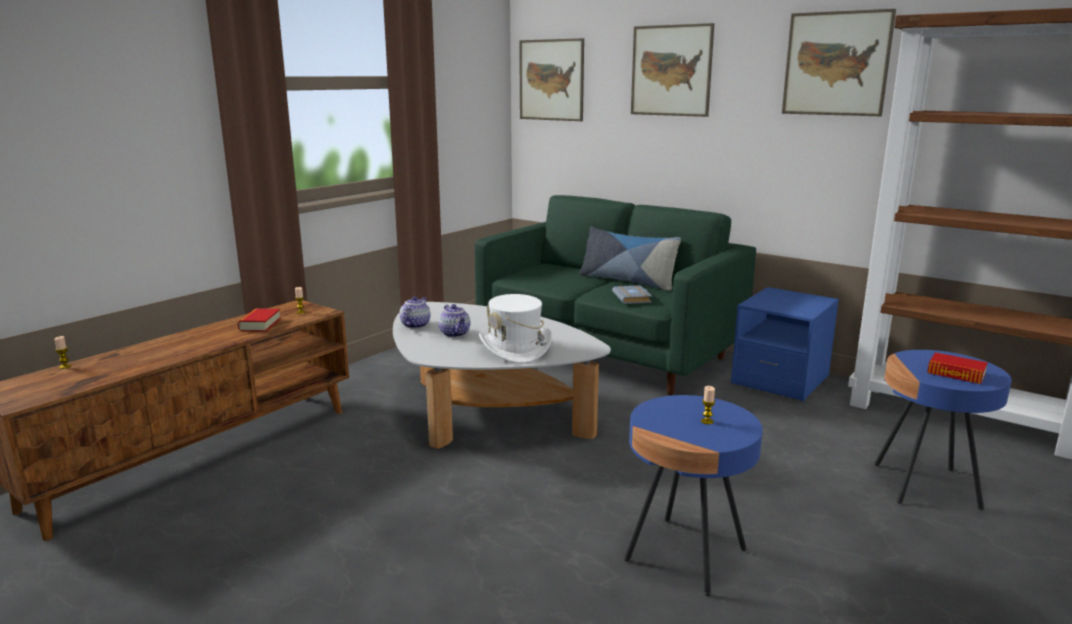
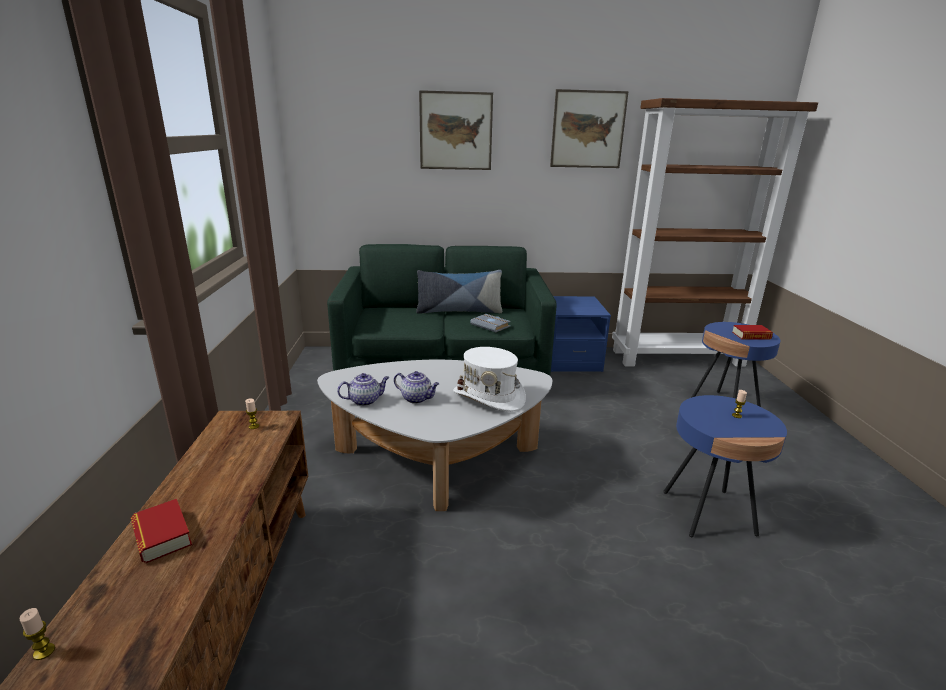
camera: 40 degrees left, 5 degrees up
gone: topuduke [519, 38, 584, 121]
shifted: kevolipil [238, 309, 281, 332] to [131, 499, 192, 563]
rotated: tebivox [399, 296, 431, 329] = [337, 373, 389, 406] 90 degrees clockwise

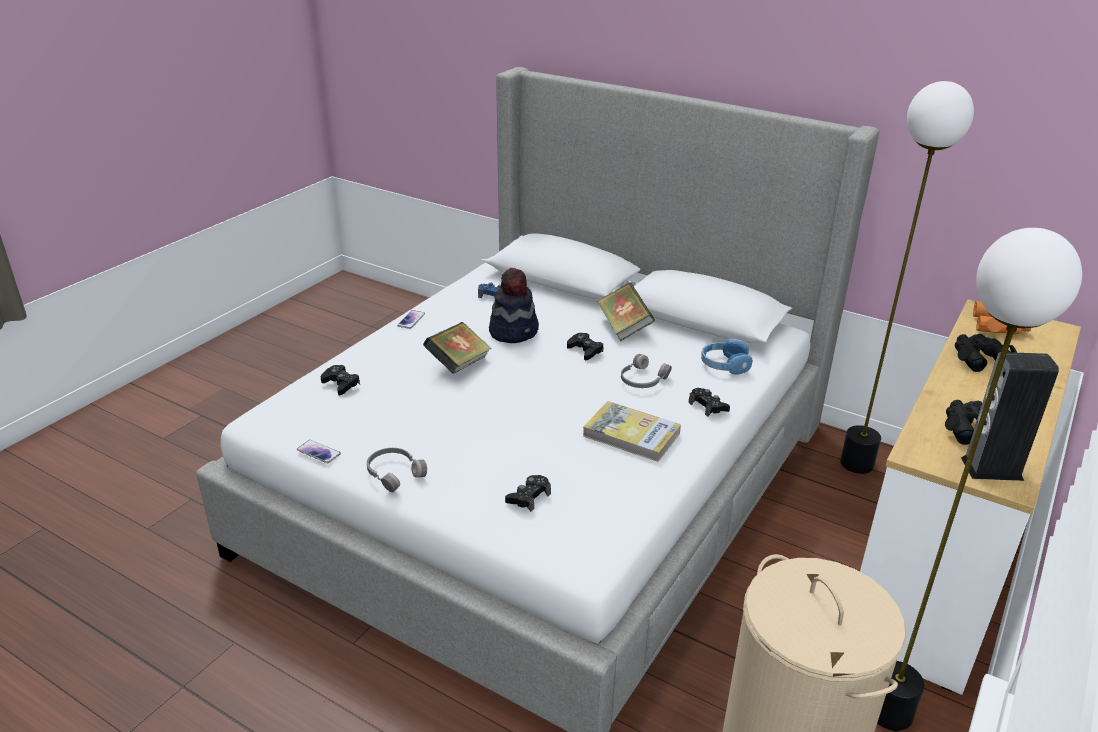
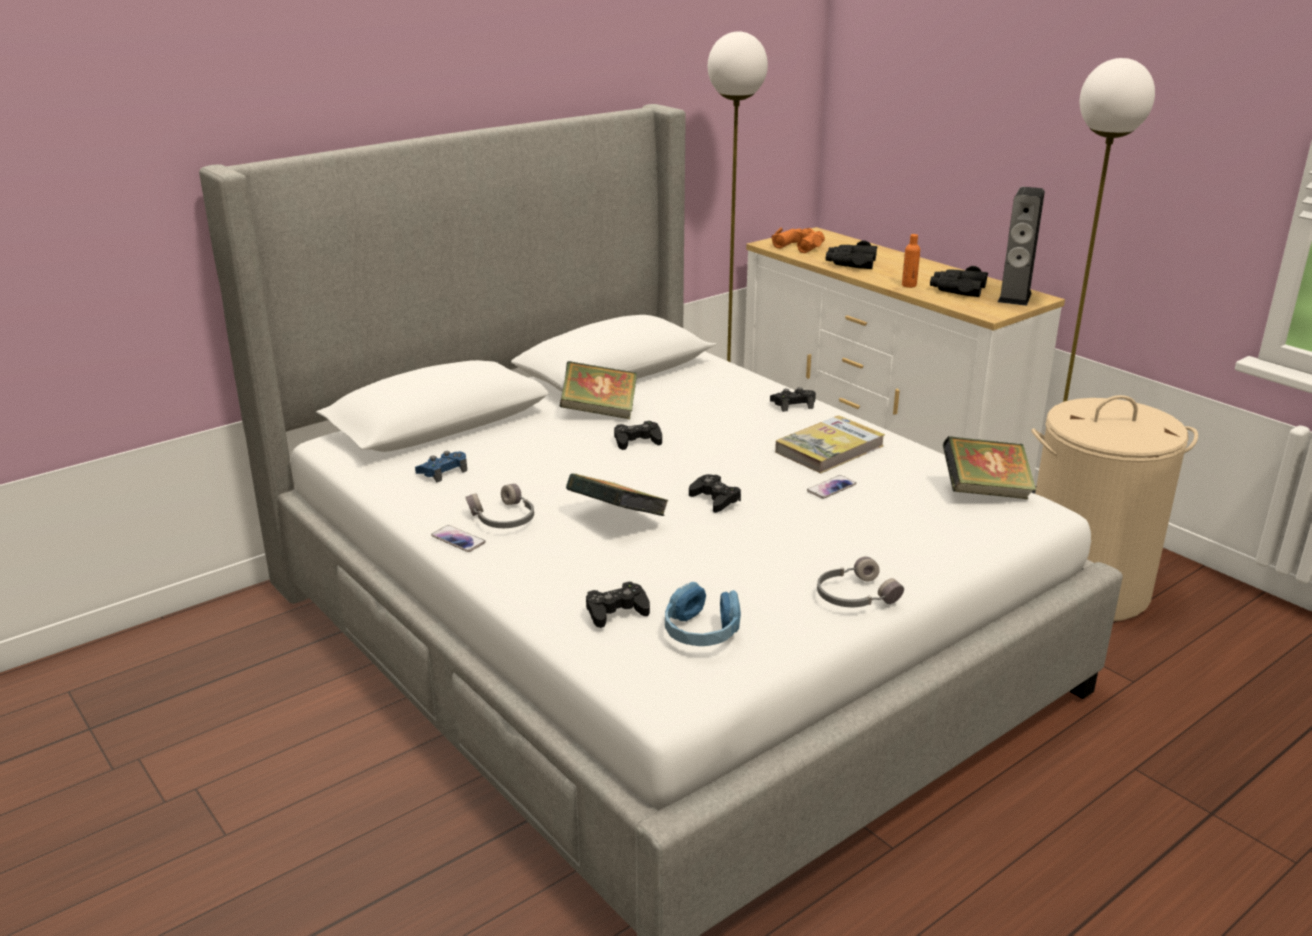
camera: 70 degrees left, 5 degrees down
gone: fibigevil [489, 268, 539, 343]
new: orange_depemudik [902, 234, 920, 288]; kevolipil [943, 436, 1036, 499]
shifted: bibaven [297, 440, 341, 463] to [807, 475, 856, 499]; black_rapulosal [505, 475, 551, 512] to [689, 474, 741, 513]; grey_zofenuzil [621, 354, 672, 388] to [465, 484, 534, 528]; blue_zofenuzil [701, 339, 753, 374] to [665, 582, 741, 646]

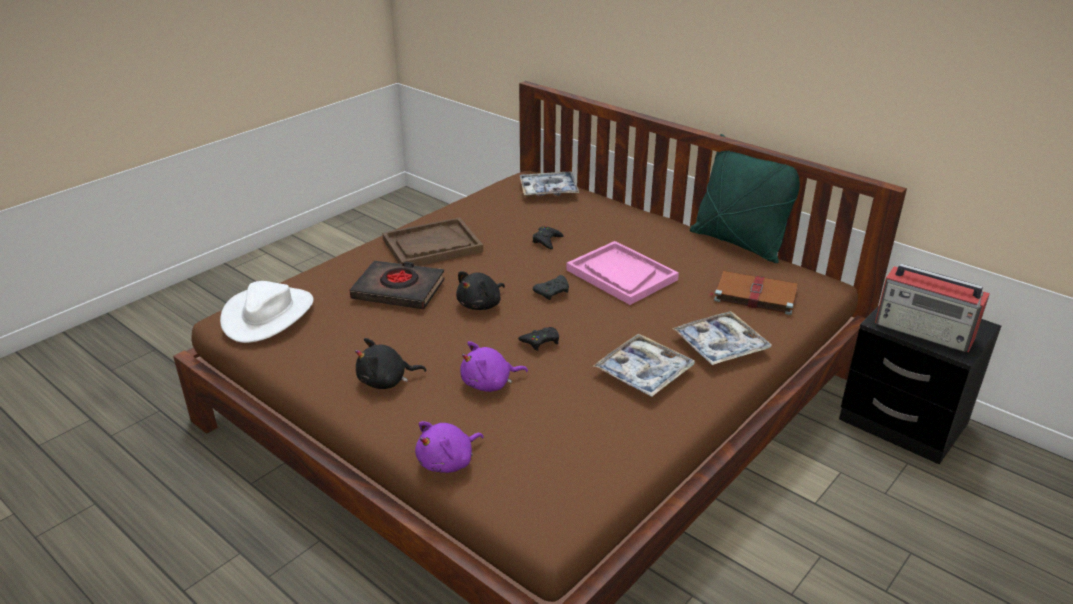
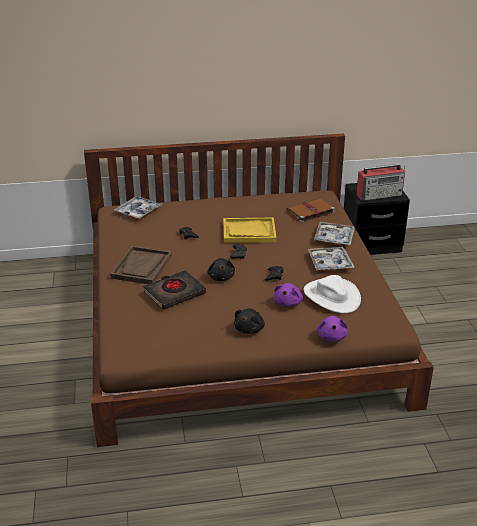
camera: 50 degrees left, 0 degrees up
gone: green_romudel [690, 134, 800, 263]
shifted: white_fibigevil [220, 281, 314, 343] to [304, 275, 361, 313]
repainted: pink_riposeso [566, 241, 679, 305] to yellow_riposeso [223, 218, 277, 243]

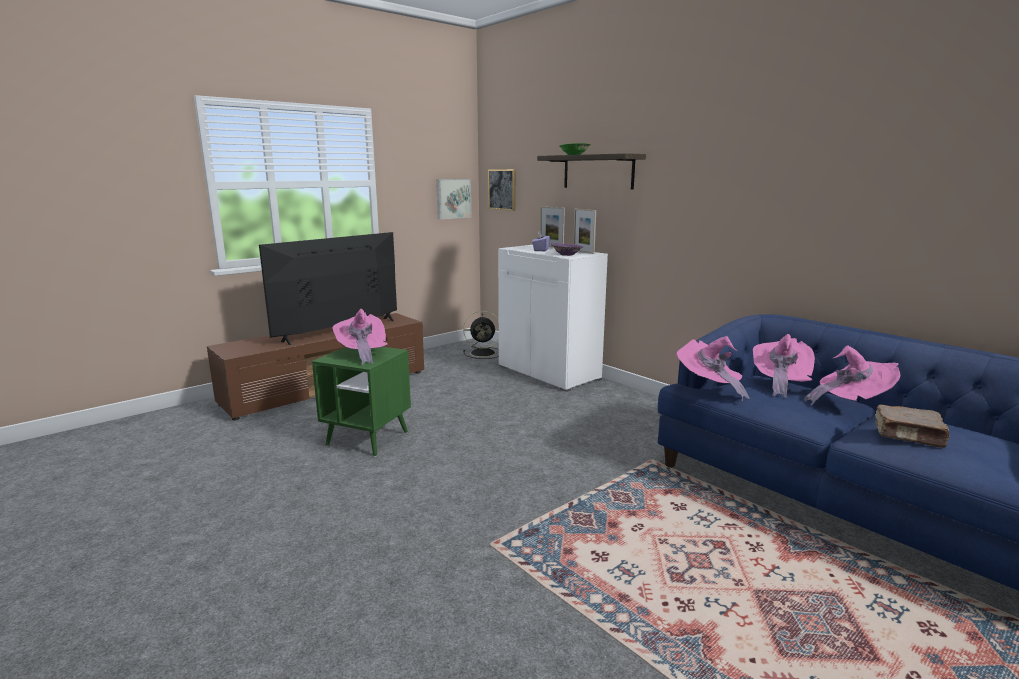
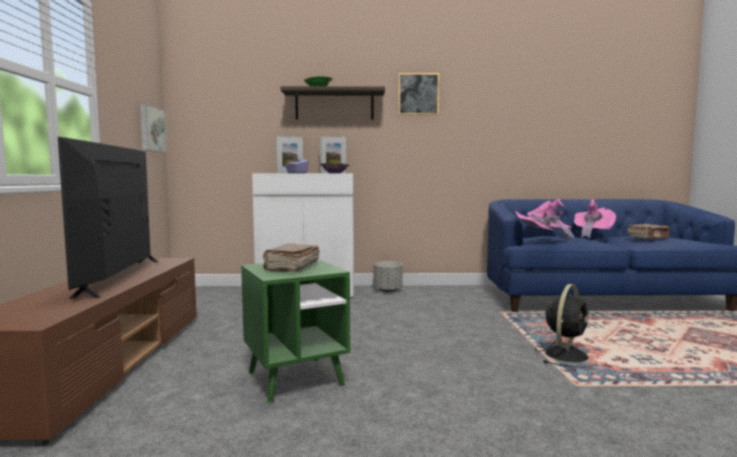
camera: 50 degrees left, 10 degrees down
new: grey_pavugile [374, 261, 403, 292]
shifted: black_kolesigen [463, 311, 499, 359] to [535, 284, 597, 368]; topuduke [488, 169, 516, 211] to [398, 73, 439, 115]
swapped: pink_fibigevil [333, 309, 388, 365] to brown_kevolipil [263, 243, 320, 272]

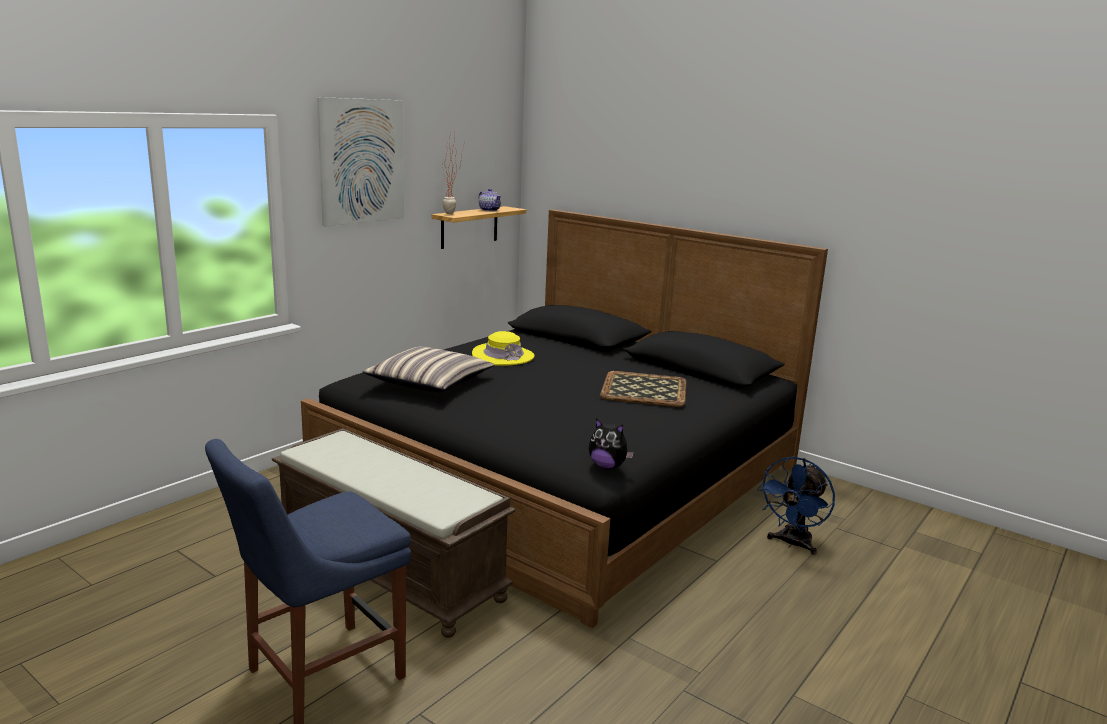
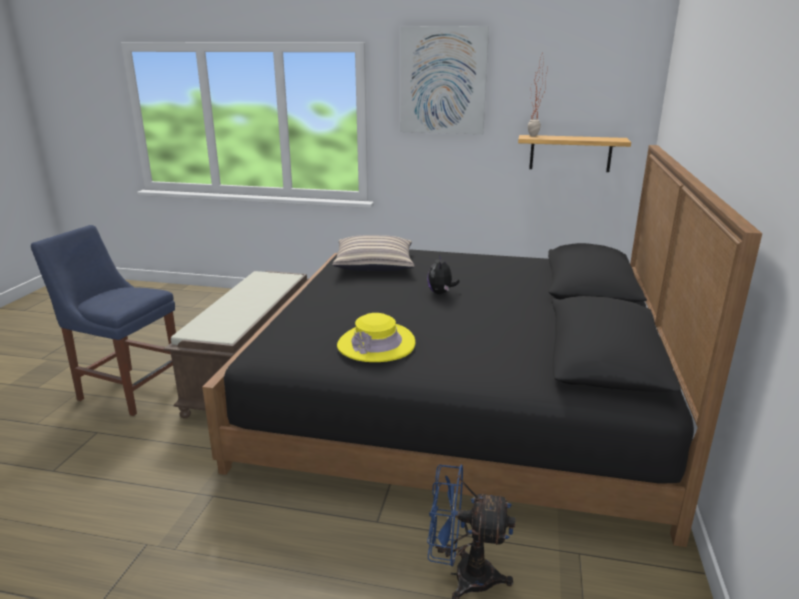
camera: 65 degrees right, 5 degrees up
gone: tebivox [478, 189, 501, 212]; riposeso [600, 371, 687, 407]
shifted: yellow_fibigevil [472, 331, 534, 366] to [337, 313, 416, 362]; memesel [589, 418, 634, 469] to [427, 254, 460, 294]

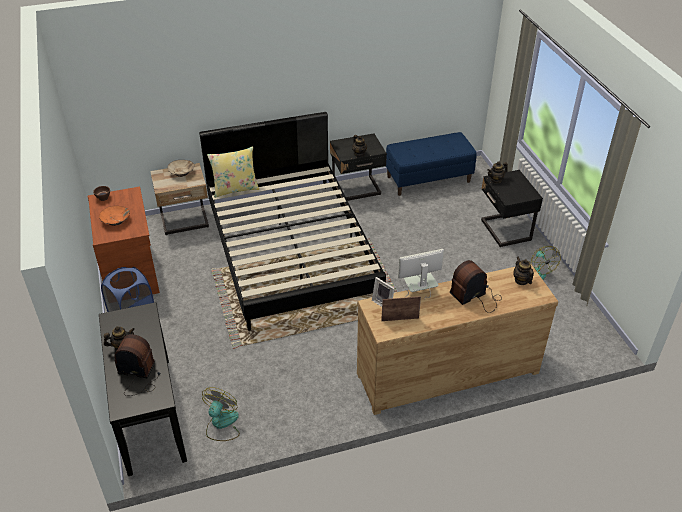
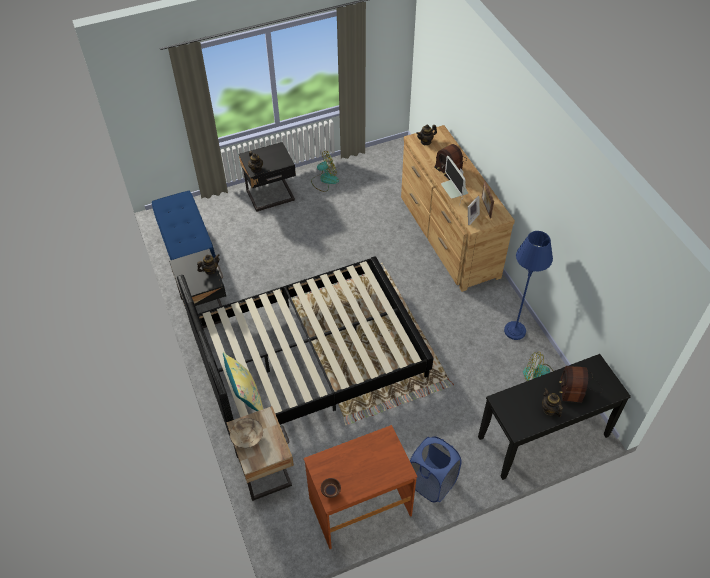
camera: 95 degrees left, 10 degrees up
gone: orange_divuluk [99, 206, 130, 226]
new: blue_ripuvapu [504, 231, 553, 340]

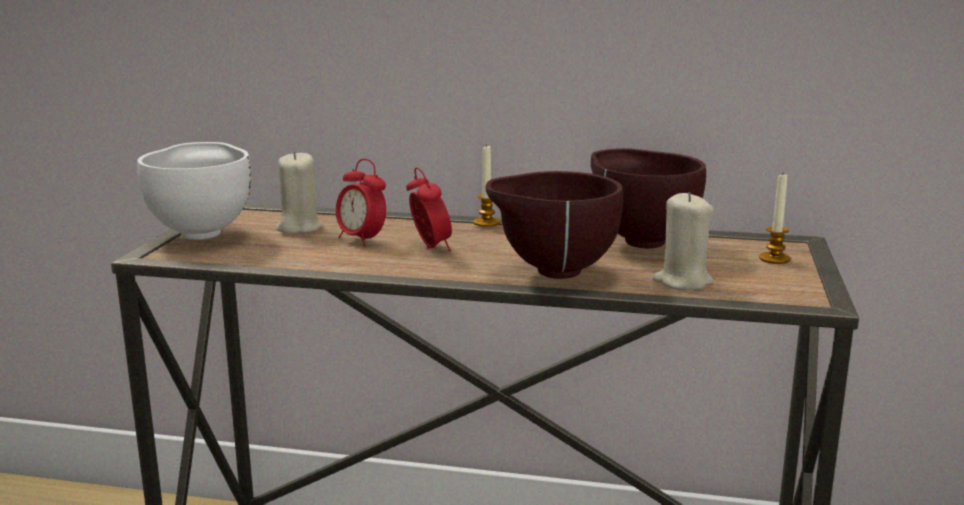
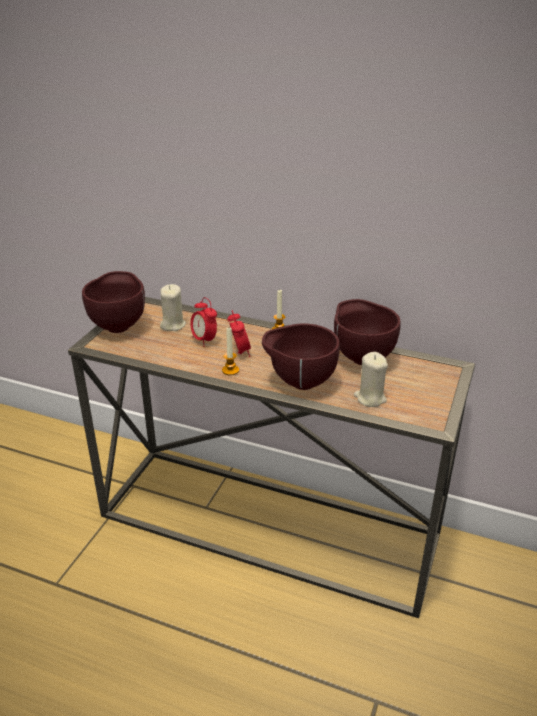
camera: 10 degrees right, 15 degrees up
shifted: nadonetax [759, 175, 790, 264] to [222, 327, 239, 375]
repainted: white_divuluk [137, 142, 251, 240] to brown_divuluk [82, 271, 145, 333]

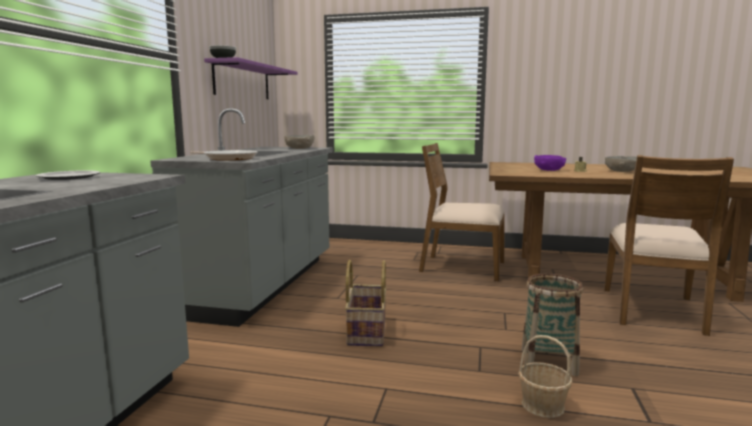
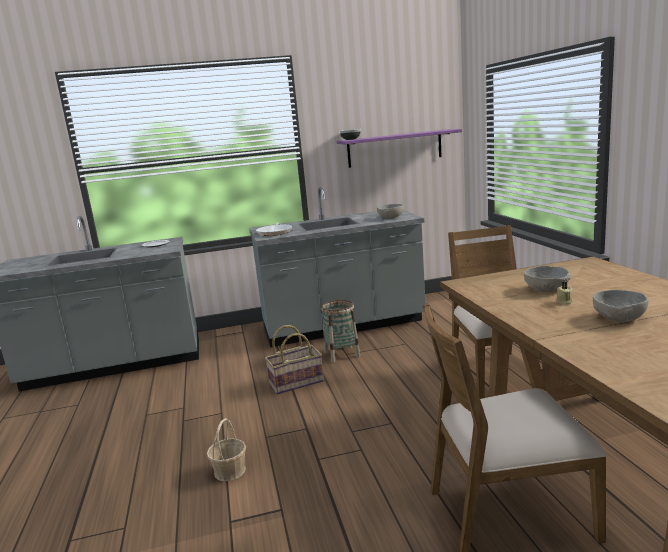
camera: 65 degrees right, 5 degrees up
shifted: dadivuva [522, 274, 583, 376] to [321, 300, 360, 363]
repainted: purple_divuluk [534, 155, 566, 171] to grey_divuluk [524, 266, 571, 292]

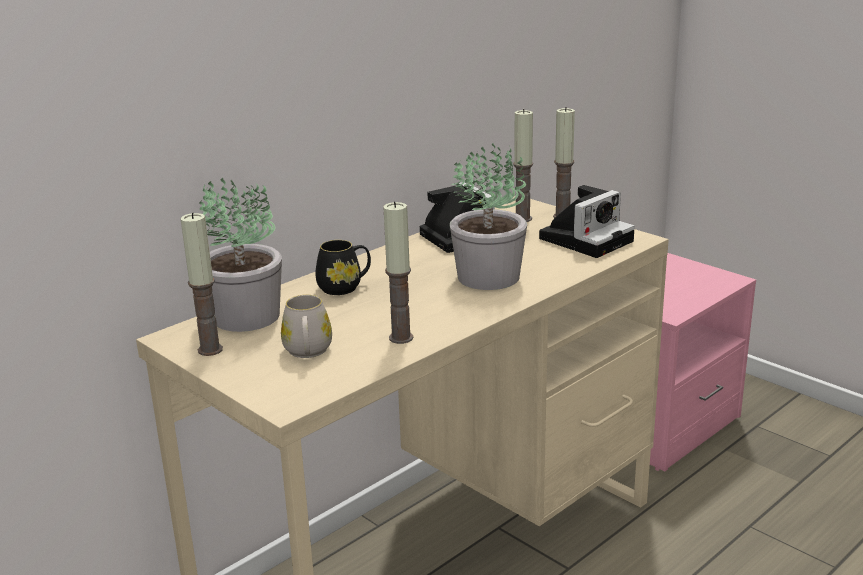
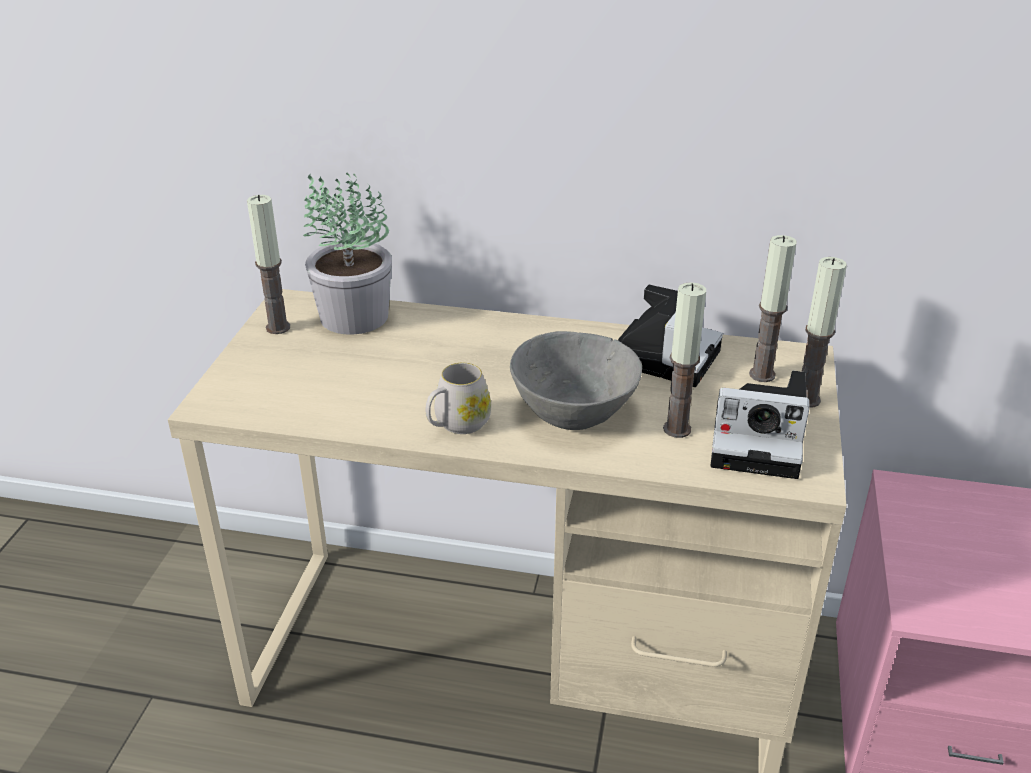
camera: 55 degrees right, 10 degrees up
gone: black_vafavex [315, 240, 371, 295]
shifted: white_vafavex [281, 295, 332, 358] to [425, 363, 491, 434]; nadonetax [383, 202, 413, 344] to [663, 282, 706, 438]
swapped: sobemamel [450, 143, 527, 290] to grey_divuluk [510, 331, 642, 430]

